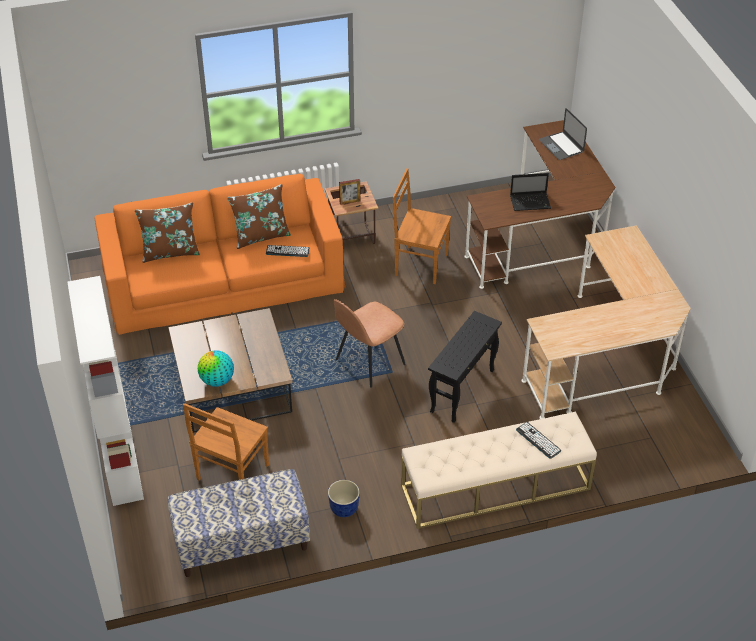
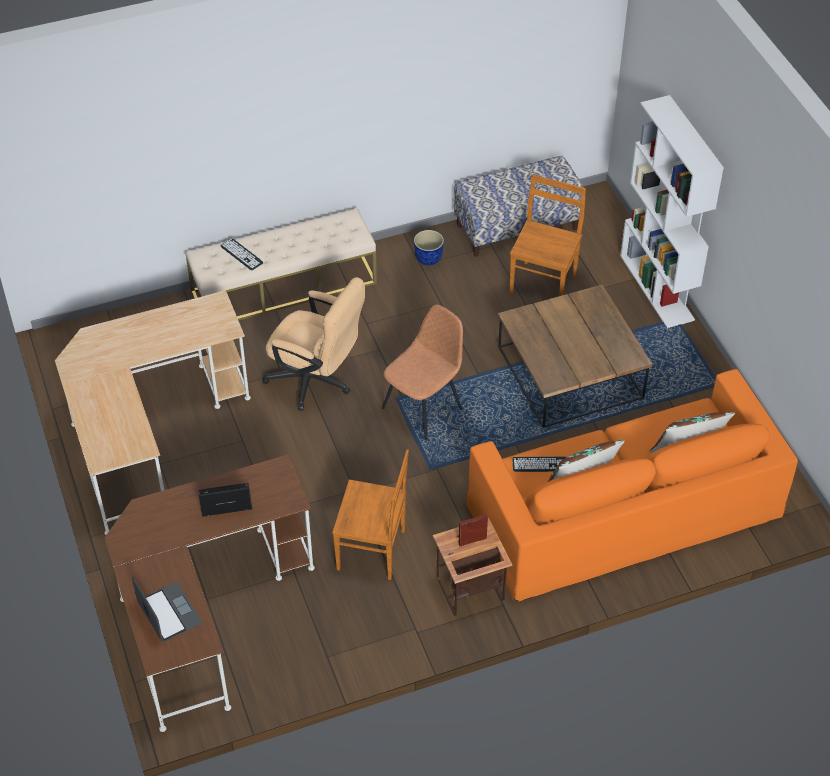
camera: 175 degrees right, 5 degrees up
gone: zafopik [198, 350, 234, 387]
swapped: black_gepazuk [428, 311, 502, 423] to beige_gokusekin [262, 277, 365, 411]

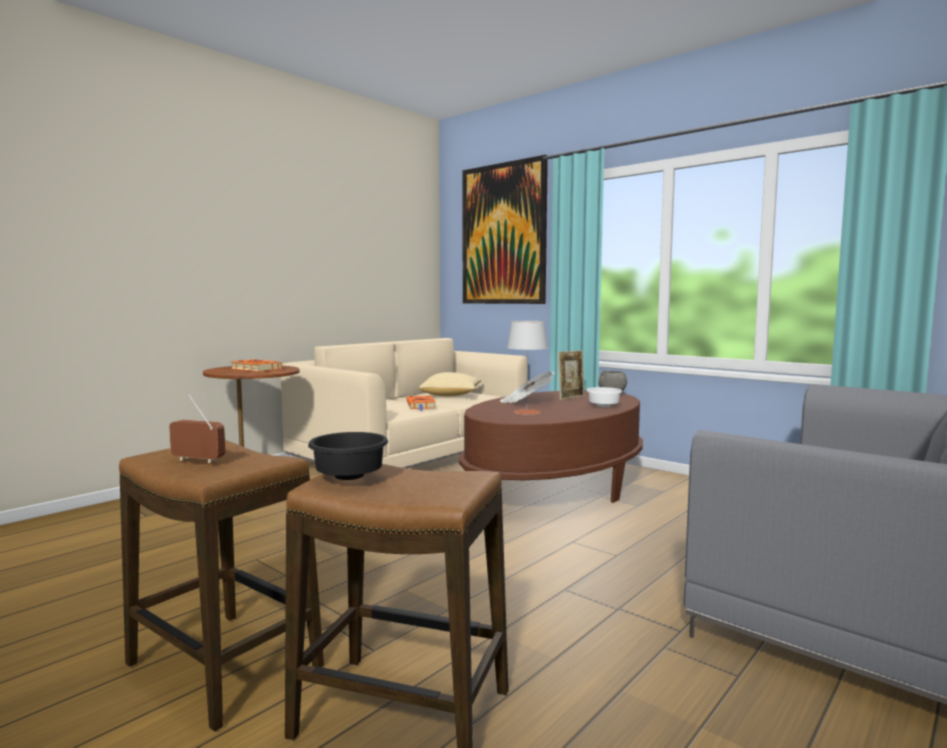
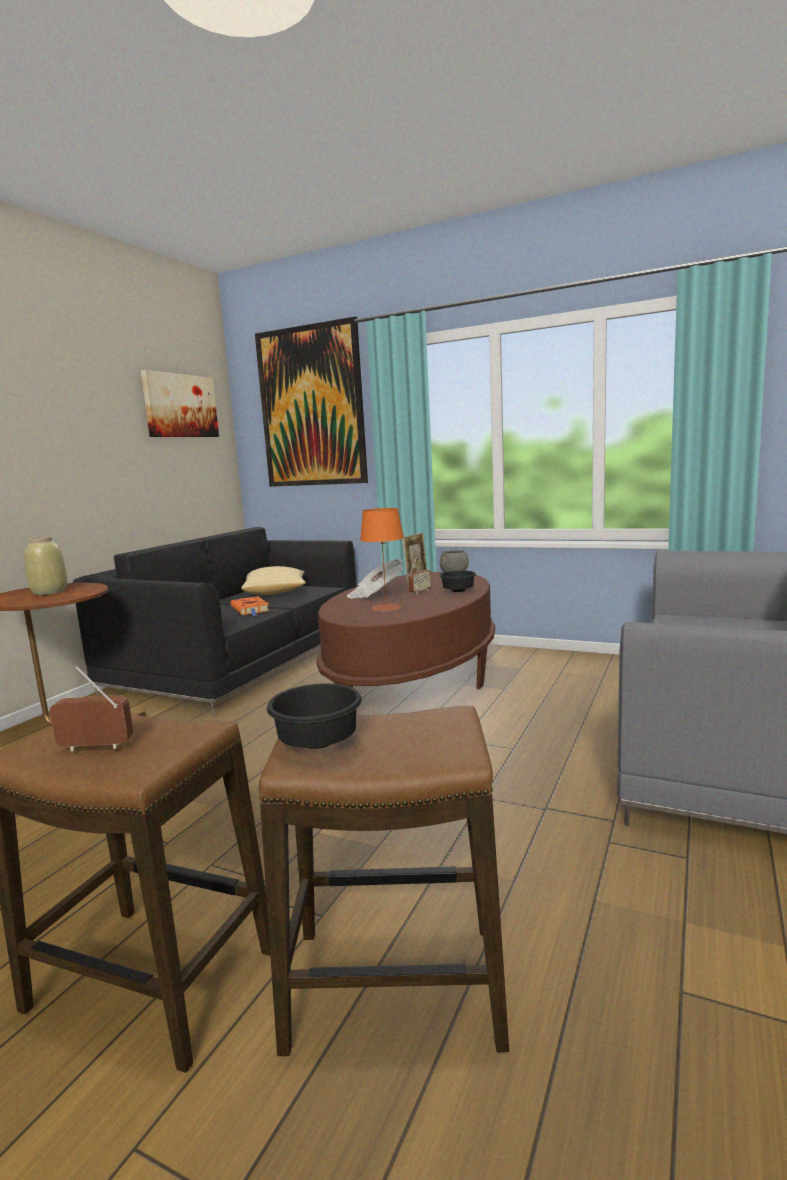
camera: 15 degrees left, 5 degrees up
new: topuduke [141, 370, 219, 437]; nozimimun [408, 557, 432, 594]
swapped: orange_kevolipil [231, 359, 282, 372] to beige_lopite [24, 536, 67, 595]
repainted: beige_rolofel [281, 338, 528, 468] to black_rolofel [72, 527, 357, 717]; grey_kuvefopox [507, 321, 548, 415] to orange_kuvefopox [360, 508, 404, 611]; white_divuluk [586, 387, 622, 407] to black_divuluk [439, 570, 476, 592]

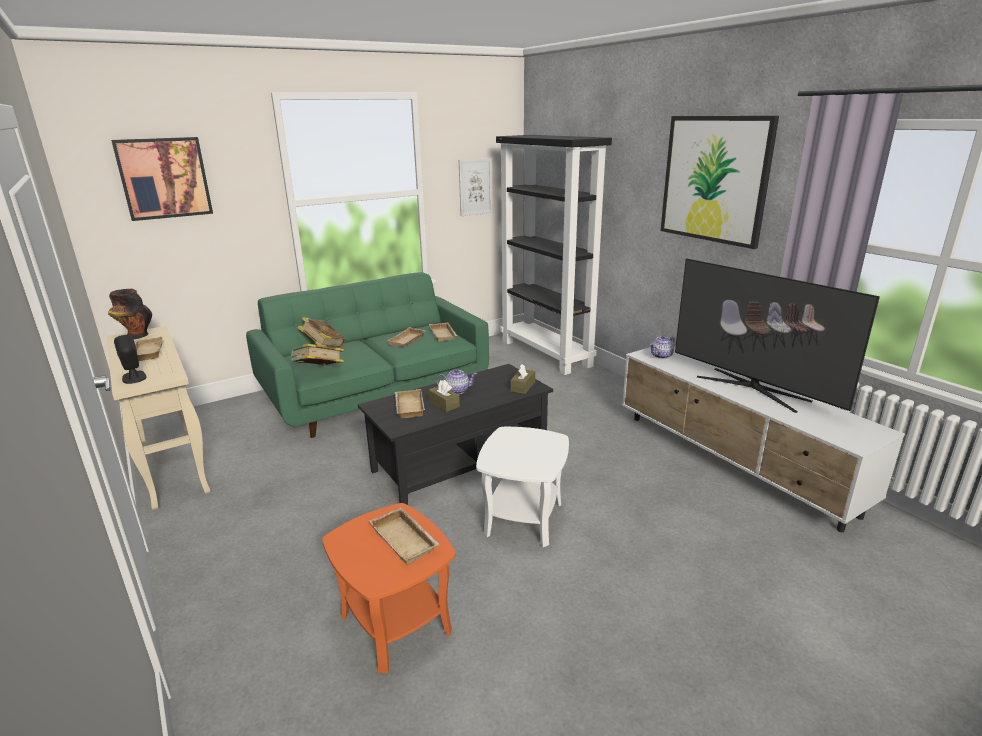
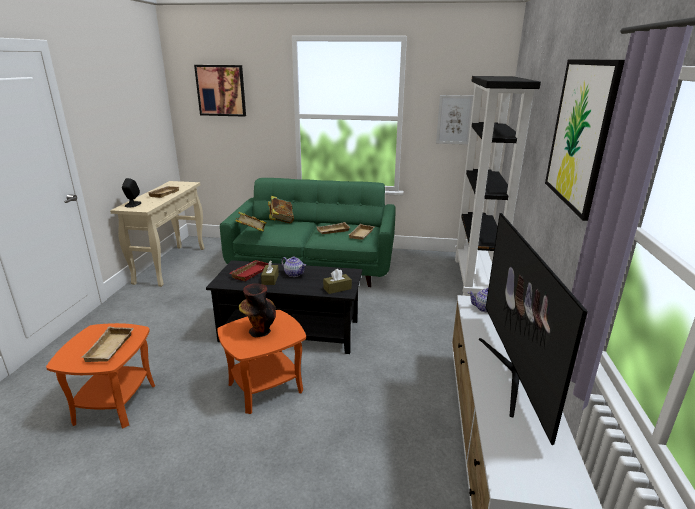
camera: 40 degrees right, 0 degrees up
shifted: lopite [108, 289, 152, 339] to [239, 284, 276, 337]
repainted: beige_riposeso [395, 389, 425, 418] to red_riposeso [230, 260, 269, 281]; white_gepazuk [476, 427, 569, 547] to orange_gepazuk [217, 310, 306, 414]

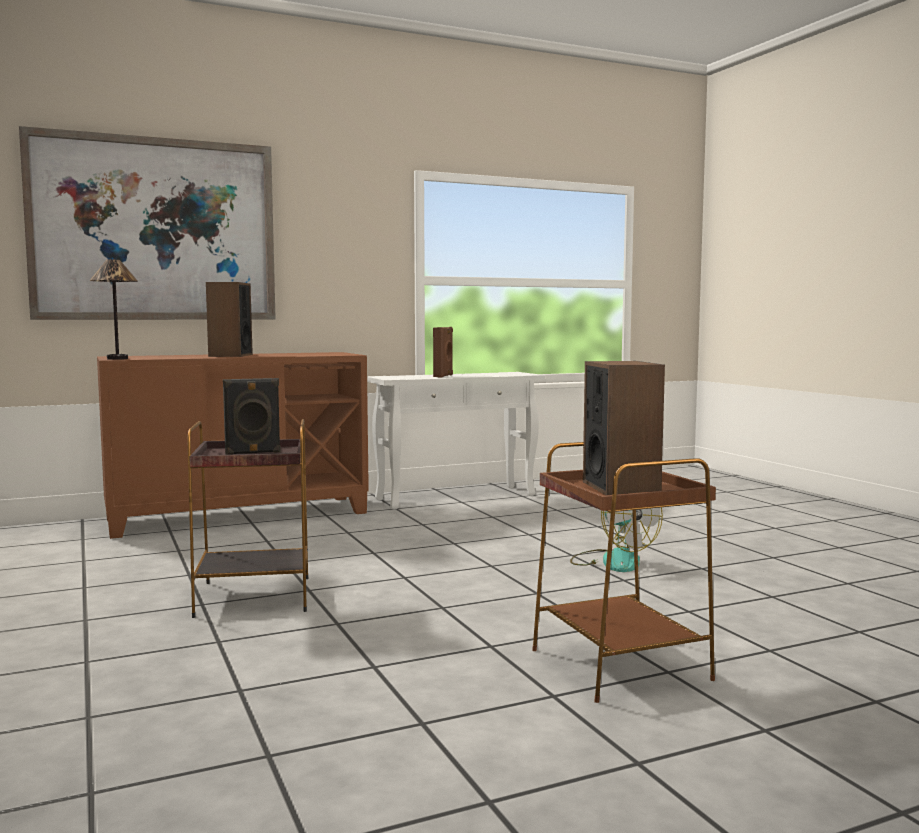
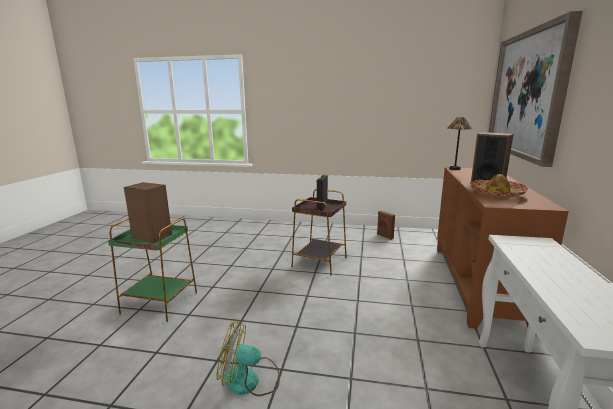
camera: 125 degrees right, 10 degrees up
new: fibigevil [470, 174, 528, 198]
shifted: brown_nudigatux [433, 327, 453, 378] to [377, 211, 395, 240]
repainted: brown_gepazuk [532, 442, 716, 703] to green_gepazuk [108, 218, 197, 322]

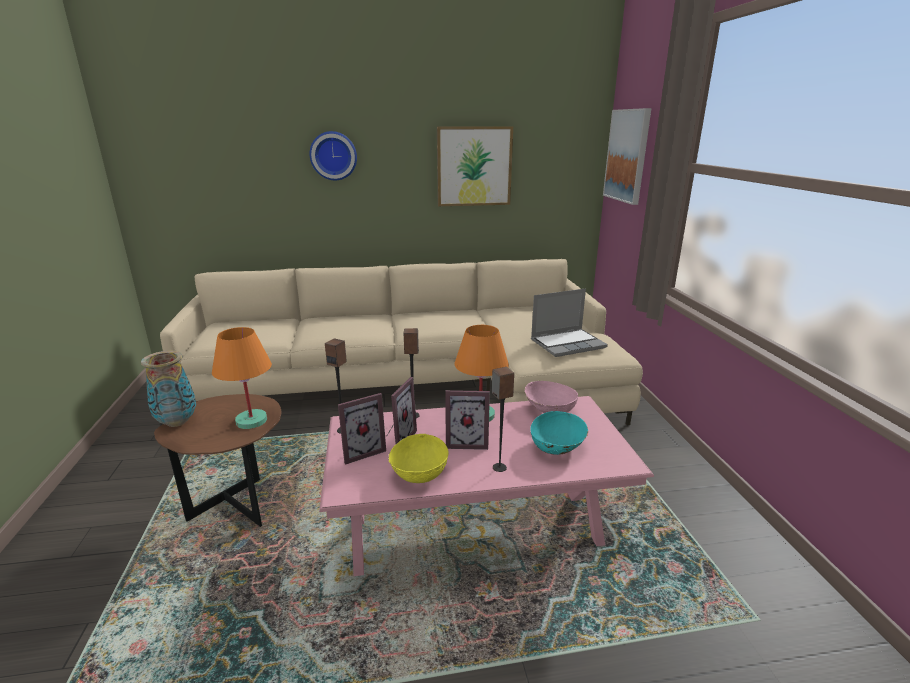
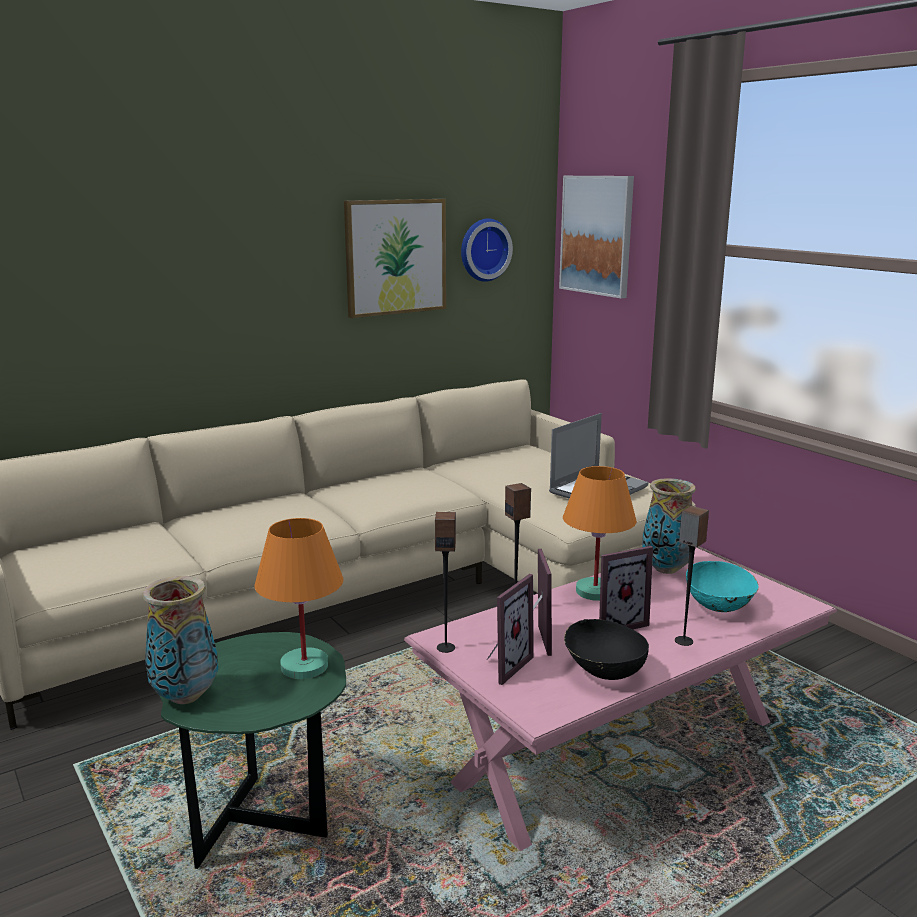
camera: 25 degrees left, 5 degrees down
shifted: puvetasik [309, 131, 357, 180] to [461, 218, 513, 282]
swapped: pink_divuluk [525, 381, 578, 413] to lopite [642, 478, 696, 574]
repainted: brown_gepazuk [154, 394, 282, 527] to green_gepazuk [159, 632, 346, 869]; yellow_divuluk [388, 434, 449, 483] to black_divuluk [564, 619, 649, 680]

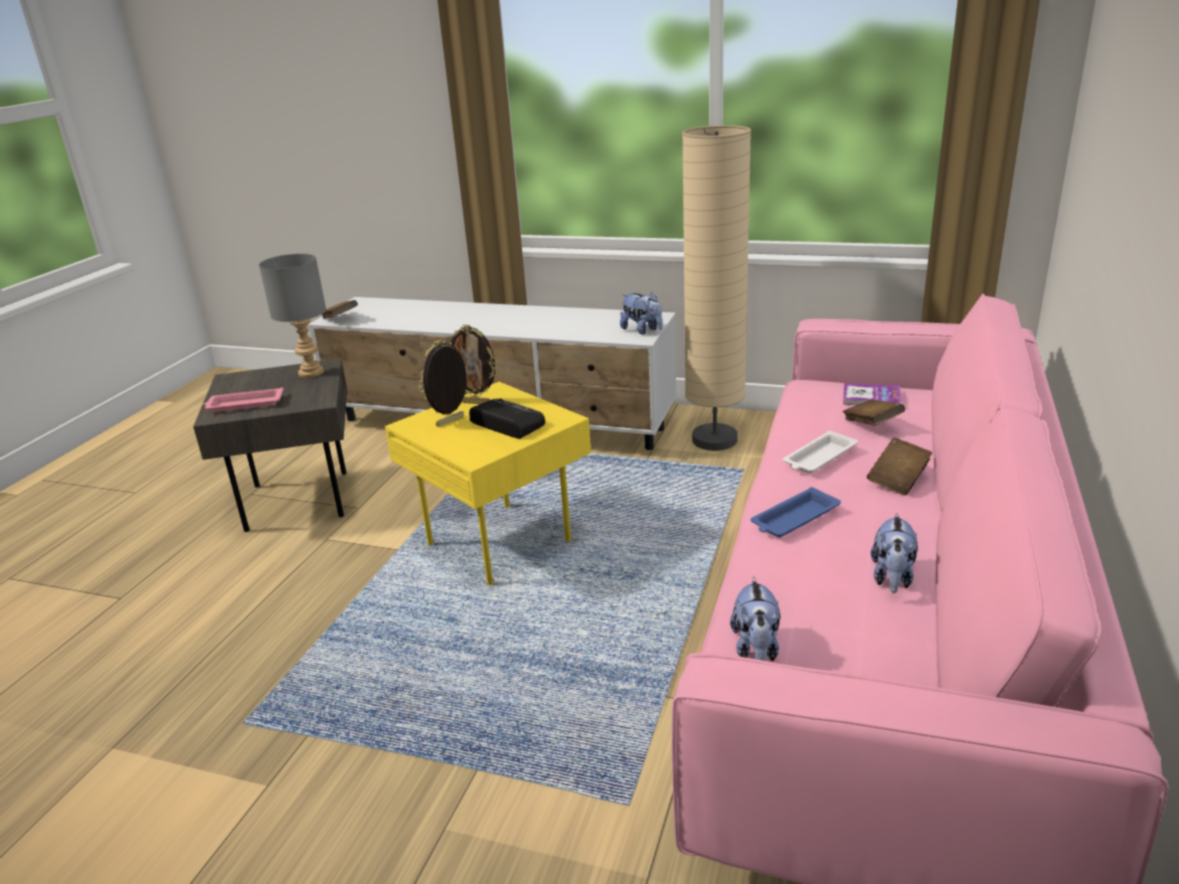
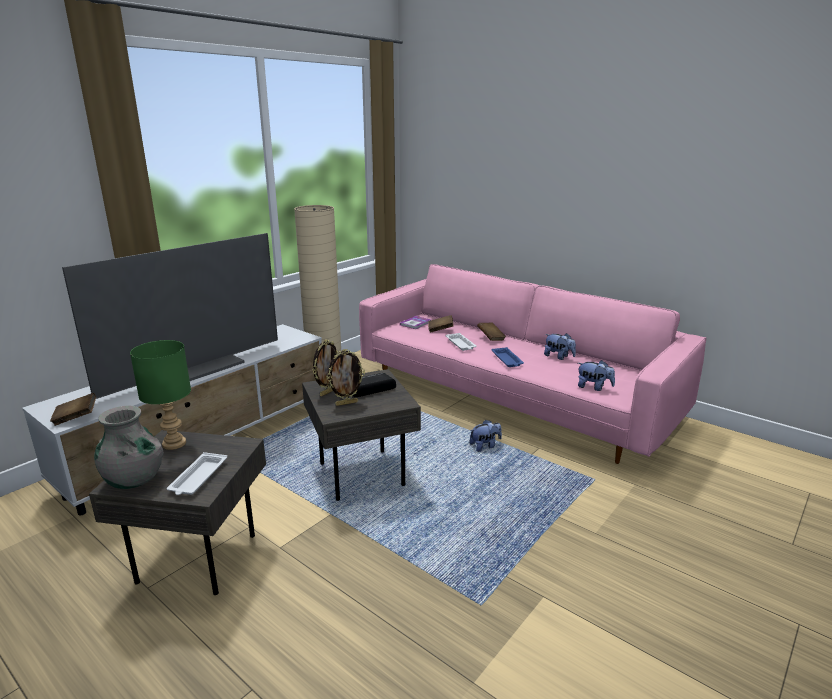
camera: 70 degrees left, 5 degrees down
new: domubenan [62, 233, 278, 399]; grey_lopite [94, 406, 164, 489]
shifted: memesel [620, 292, 663, 335] to [469, 420, 502, 452]
repainted: pink_riposeso [204, 387, 284, 412] to white_riposeso [167, 452, 227, 495]; grey_kuvefopox [259, 253, 326, 378] to green_kuvefopox [130, 340, 191, 450]; yellow_gepazuk [385, 382, 591, 585] to grey_gepazuk [302, 369, 421, 501]
rotated: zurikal [419, 339, 468, 427] = [326, 349, 365, 406] 90 degrees counterclockwise

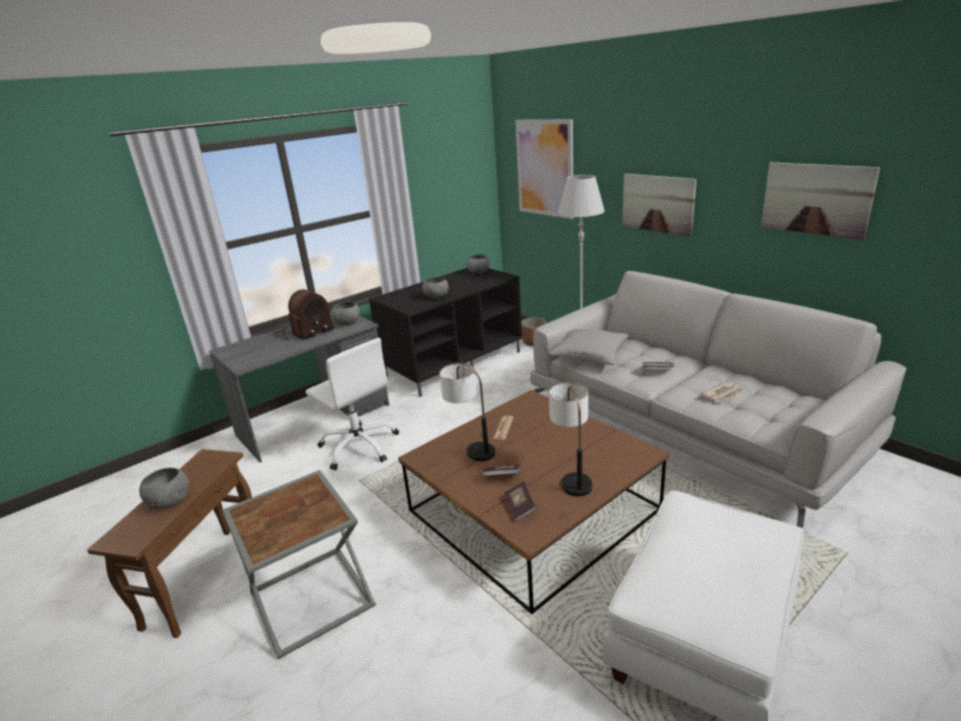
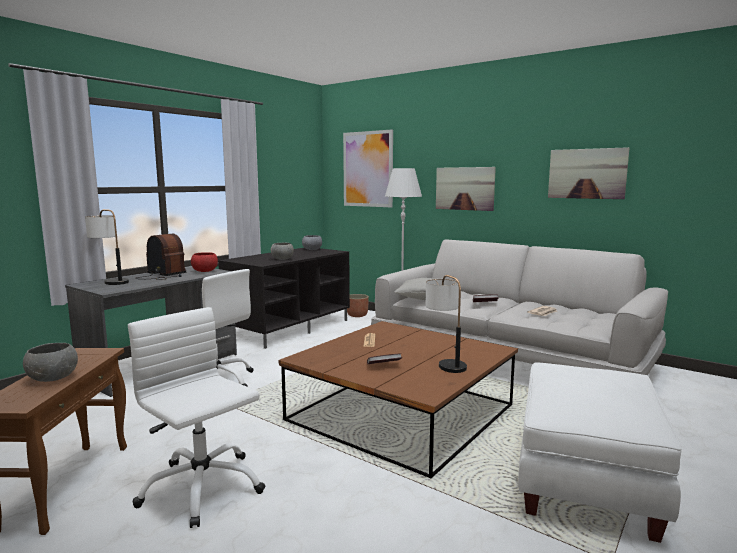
camera: 15 degrees left, 15 degrees down
gone: kevolipil [504, 481, 537, 522]
shifted: kuvefopox [439, 363, 495, 461] to [85, 209, 129, 285]
swapped: grey_gepazuk [222, 470, 376, 659] to white_gokusekin [128, 307, 265, 528]
repainted: grey_divuluk [331, 302, 360, 325] to red_divuluk [191, 252, 218, 272]
rotated: nozimimun [274, 290, 334, 341] = [135, 234, 186, 280] 90 degrees counterclockwise

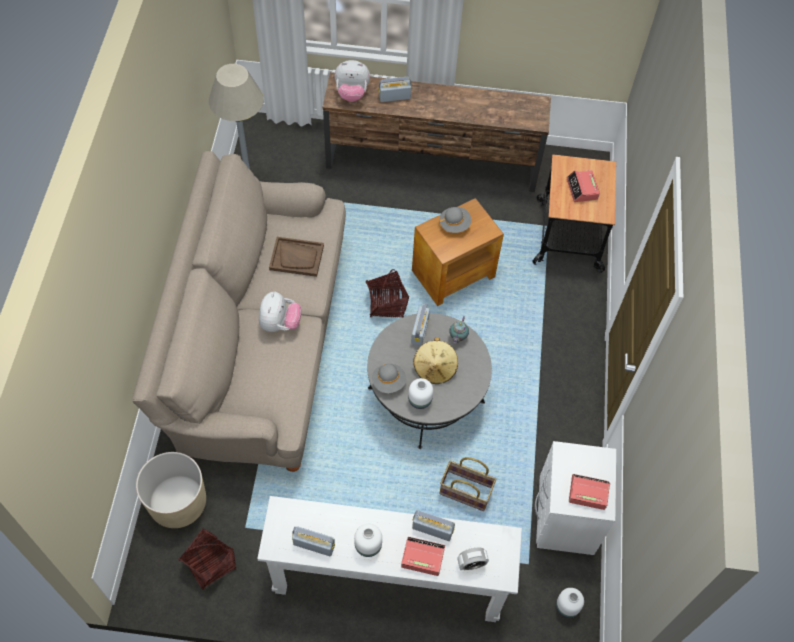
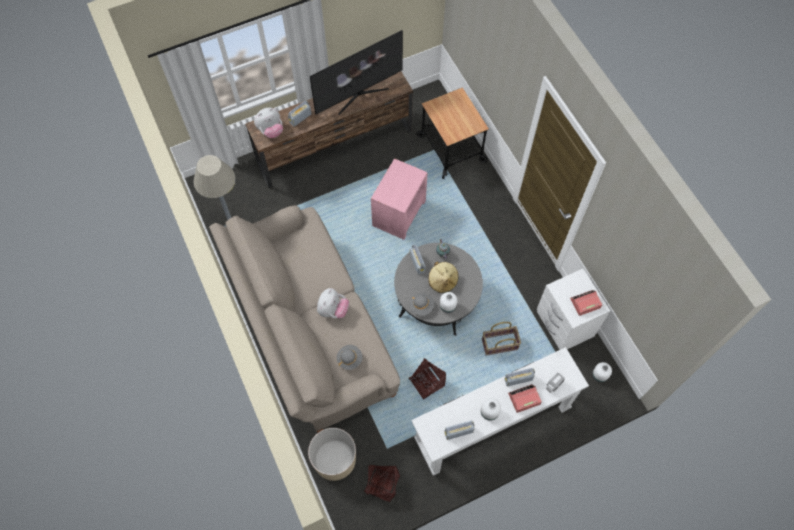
camera: 30 degrees left, 5 degrees up
gone: brown_riposeso [269, 237, 324, 277]; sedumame [567, 170, 600, 202]
new: domubenan [310, 30, 403, 115]
shifted: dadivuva [366, 269, 409, 318] to [409, 358, 446, 400]; grey_fibigevil [439, 207, 471, 233] to [337, 345, 363, 370]
repainted: brown_gepazuk [412, 198, 504, 306] to pink_gepazuk [371, 158, 428, 240]
rotated: memesel [259, 292, 301, 332] = [317, 288, 349, 318] 45 degrees clockwise

